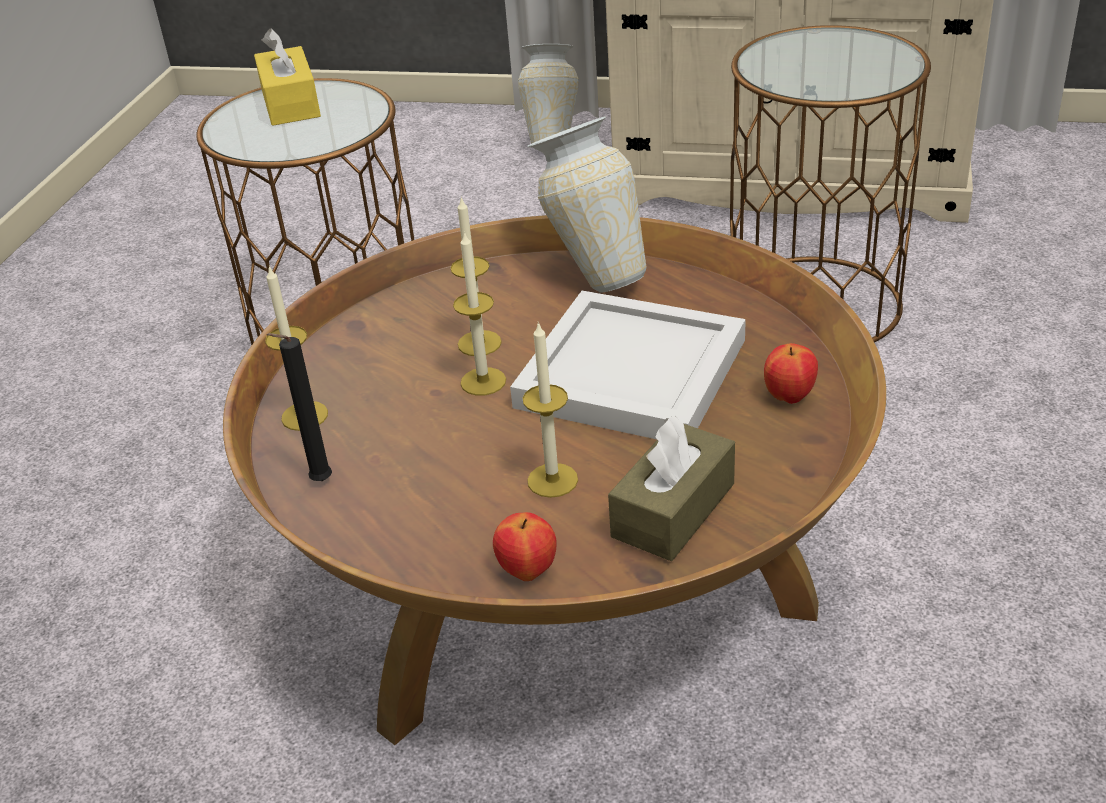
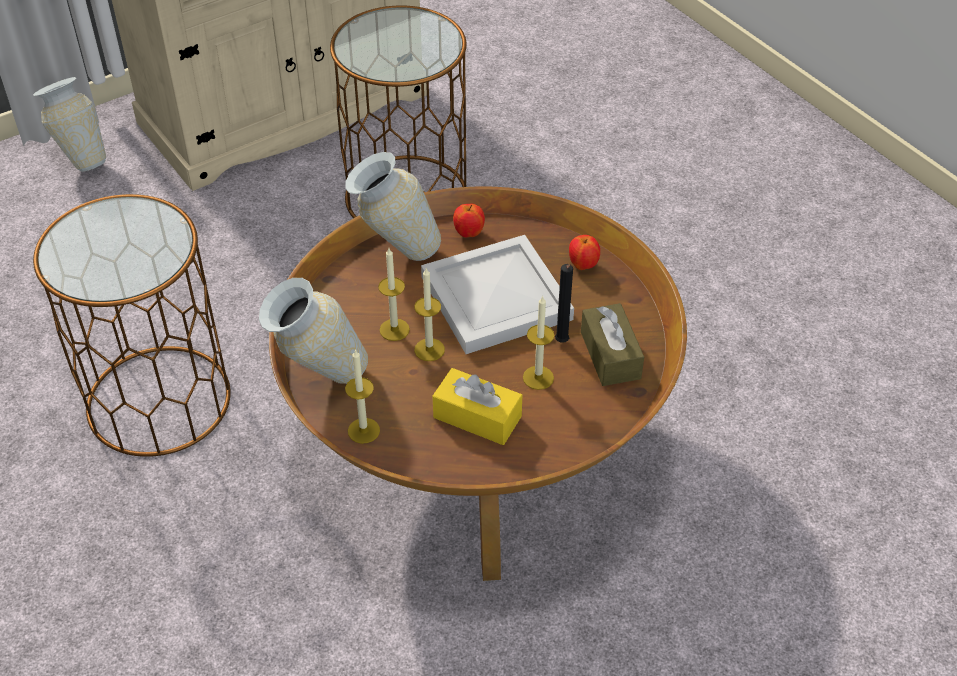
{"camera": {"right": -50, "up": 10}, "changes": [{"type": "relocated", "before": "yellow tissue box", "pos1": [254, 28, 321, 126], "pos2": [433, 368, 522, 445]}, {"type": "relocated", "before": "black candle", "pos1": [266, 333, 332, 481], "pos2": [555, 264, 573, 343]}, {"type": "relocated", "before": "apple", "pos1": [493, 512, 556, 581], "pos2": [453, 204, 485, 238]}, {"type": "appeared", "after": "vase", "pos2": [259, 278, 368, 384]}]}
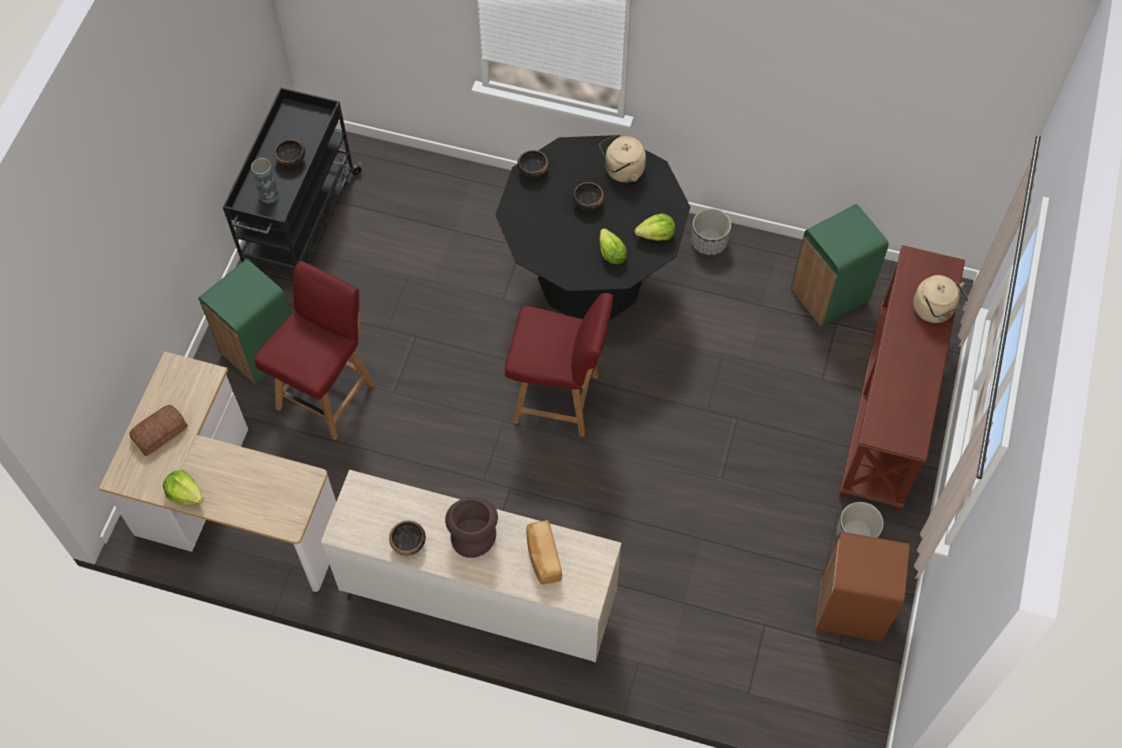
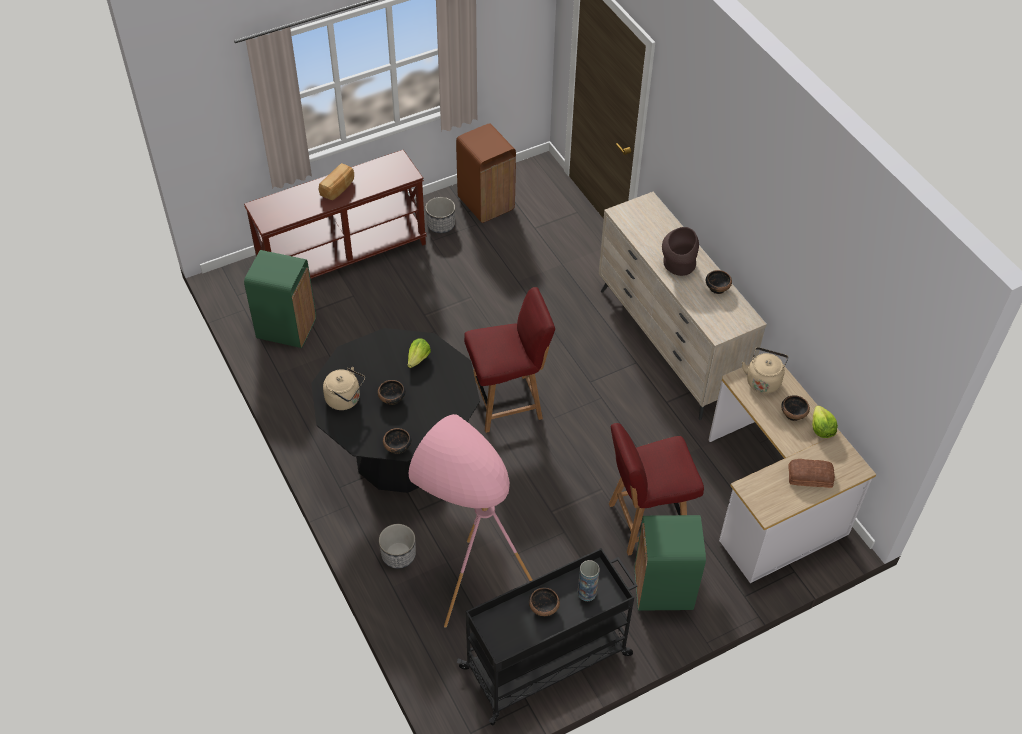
{"camera": {"right": -135, "up": -10}, "changes": [{"type": "relocated", "before": "planter", "pos1": [691, 208, 731, 256], "pos2": [379, 524, 416, 569]}, {"type": "missing", "before": "lettuce", "pos1": [635, 214, 675, 241]}, {"type": "relocated", "before": "beige kettle", "pos1": [913, 275, 969, 323], "pos2": [742, 347, 788, 394]}, {"type": "spun", "before": "red chair", "pos1": [505, 293, 613, 437], "pos2": [464, 287, 555, 433], "turn": 105}, {"type": "relocated", "before": "bread", "pos1": [526, 520, 562, 585], "pos2": [319, 163, 354, 200]}, {"type": "appeared", "after": "bowl", "pos2": [781, 395, 810, 421]}, {"type": "appeared", "after": "pink floor lamp", "pos2": [409, 414, 532, 628]}]}
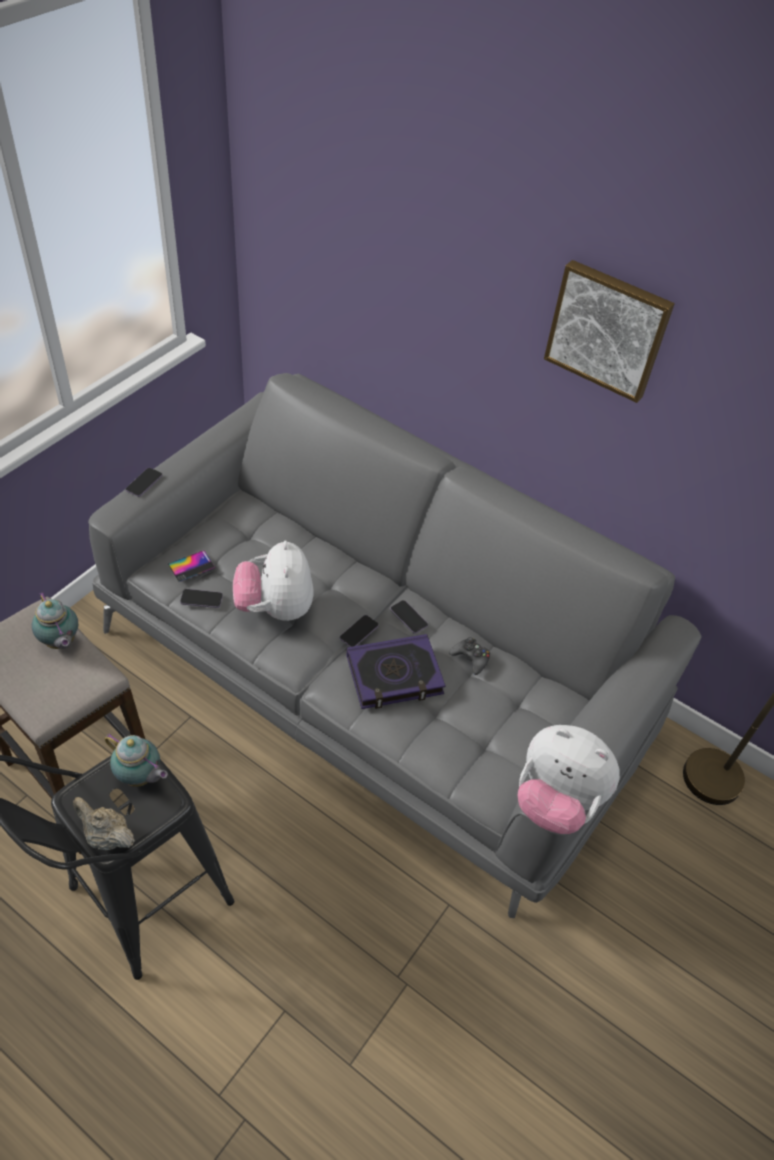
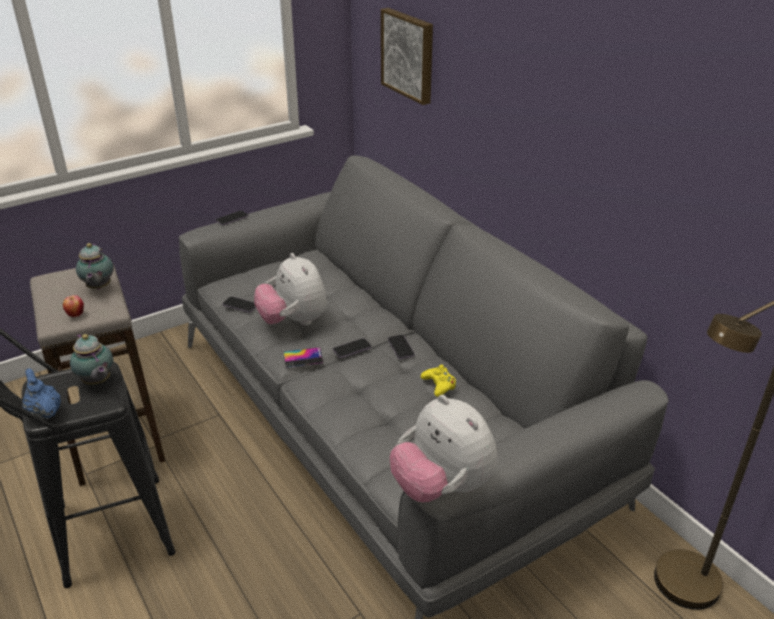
{"camera": {"right": 25, "up": -15}, "changes": [{"type": "relocated", "before": "picture", "pos1": [544, 260, 674, 403], "pos2": [381, 8, 433, 105]}, {"type": "spun", "before": "plush toy", "pos1": [233, 540, 314, 621], "pos2": [254, 253, 327, 326], "turn": -45}, {"type": "relocated", "before": "phone", "pos1": [168, 550, 215, 582], "pos2": [284, 347, 323, 368]}, {"type": "missing", "before": "book", "pos1": [347, 634, 446, 709]}, {"type": "colour", "before": "black game controller", "after": "yellow game controller", "pos1": [449, 637, 490, 675], "pos2": [421, 365, 456, 397]}, {"type": "colour", "before": "beige teapot", "after": "blue teapot", "pos1": [73, 797, 135, 850], "pos2": [23, 368, 61, 419]}, {"type": "appeared", "after": "apple", "pos2": [63, 295, 84, 317]}]}
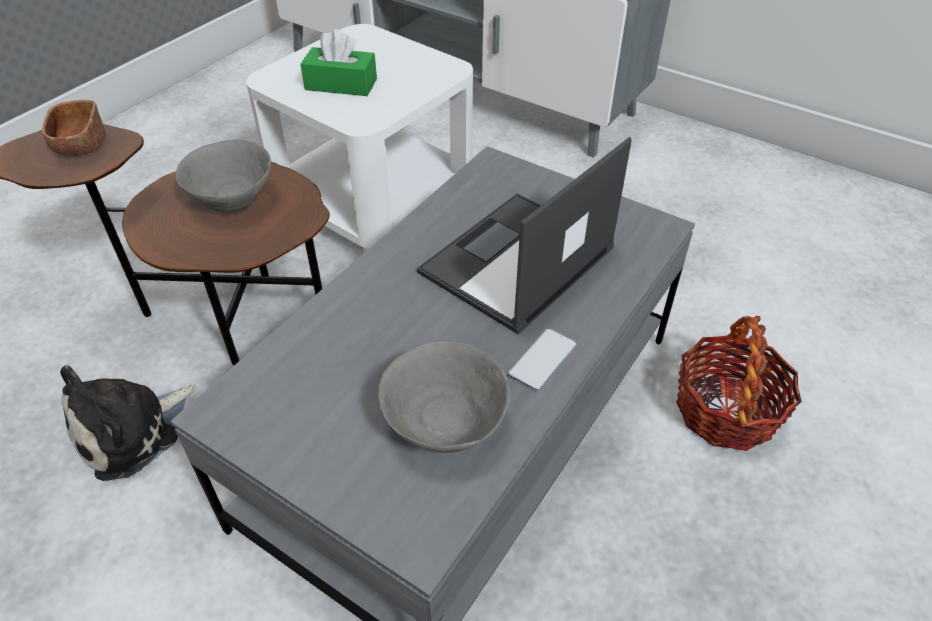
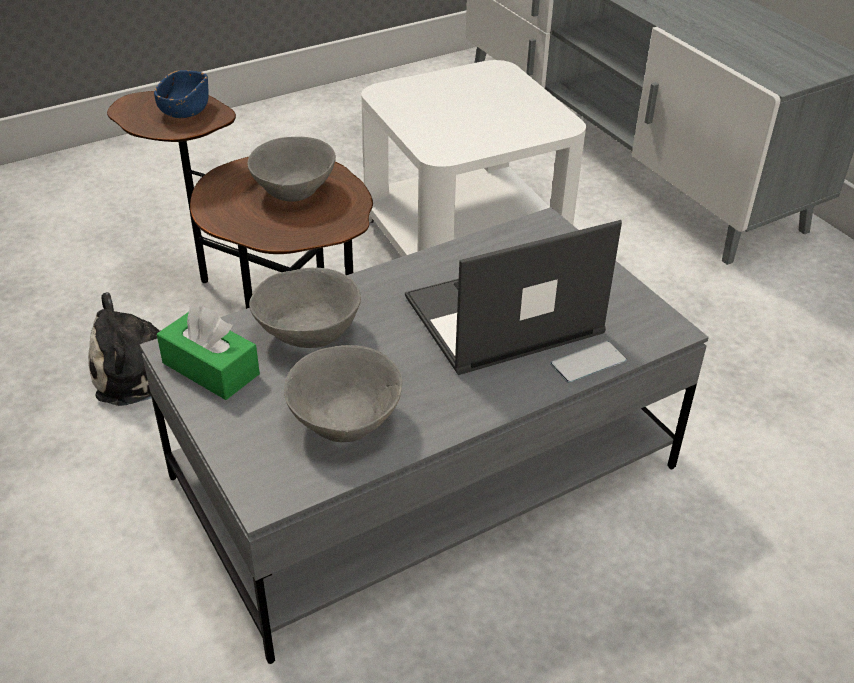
{"camera": {"right": 25, "up": -5}, "changes": [{"type": "relocated", "before": "green tissue box", "pos1": [300, 29, 377, 96], "pos2": [157, 306, 260, 400]}, {"type": "colour", "before": "brown bowl", "after": "blue bowl", "pos1": [42, 100, 105, 157], "pos2": [154, 70, 209, 118]}, {"type": "missing", "before": "basket", "pos1": [676, 316, 802, 451]}, {"type": "relocated", "before": "phone", "pos1": [508, 328, 577, 391], "pos2": [550, 341, 627, 383]}, {"type": "appeared", "after": "grey bowl", "pos2": [249, 268, 361, 348]}]}
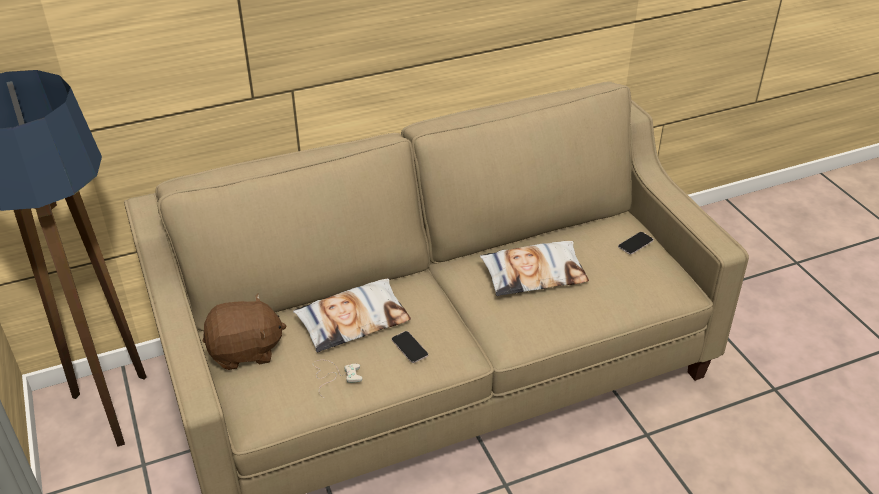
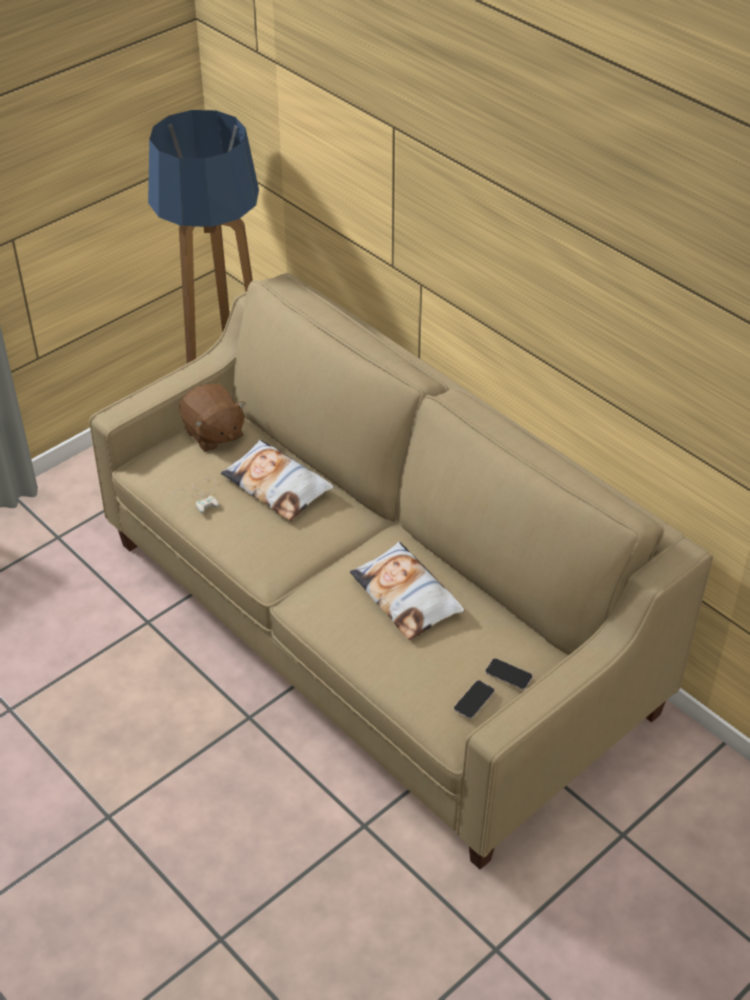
{"camera": {"right": 70, "up": 5}, "changes": [{"type": "relocated", "before": "phone", "pos1": [391, 331, 428, 363], "pos2": [454, 680, 495, 719]}]}
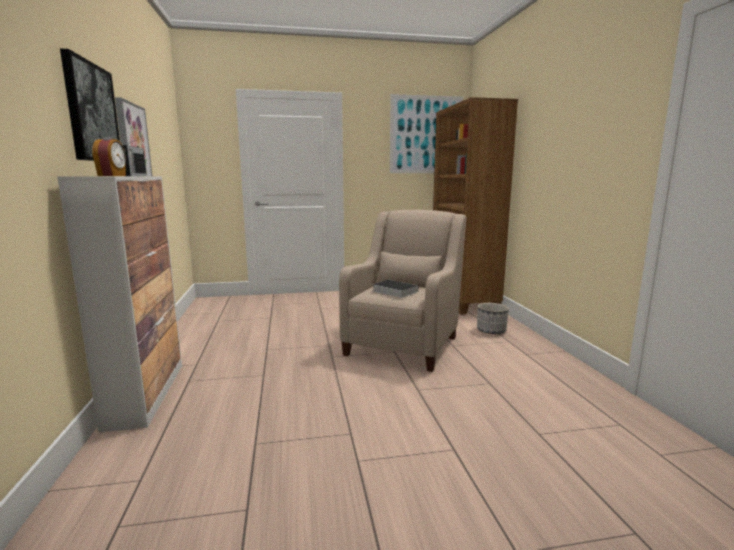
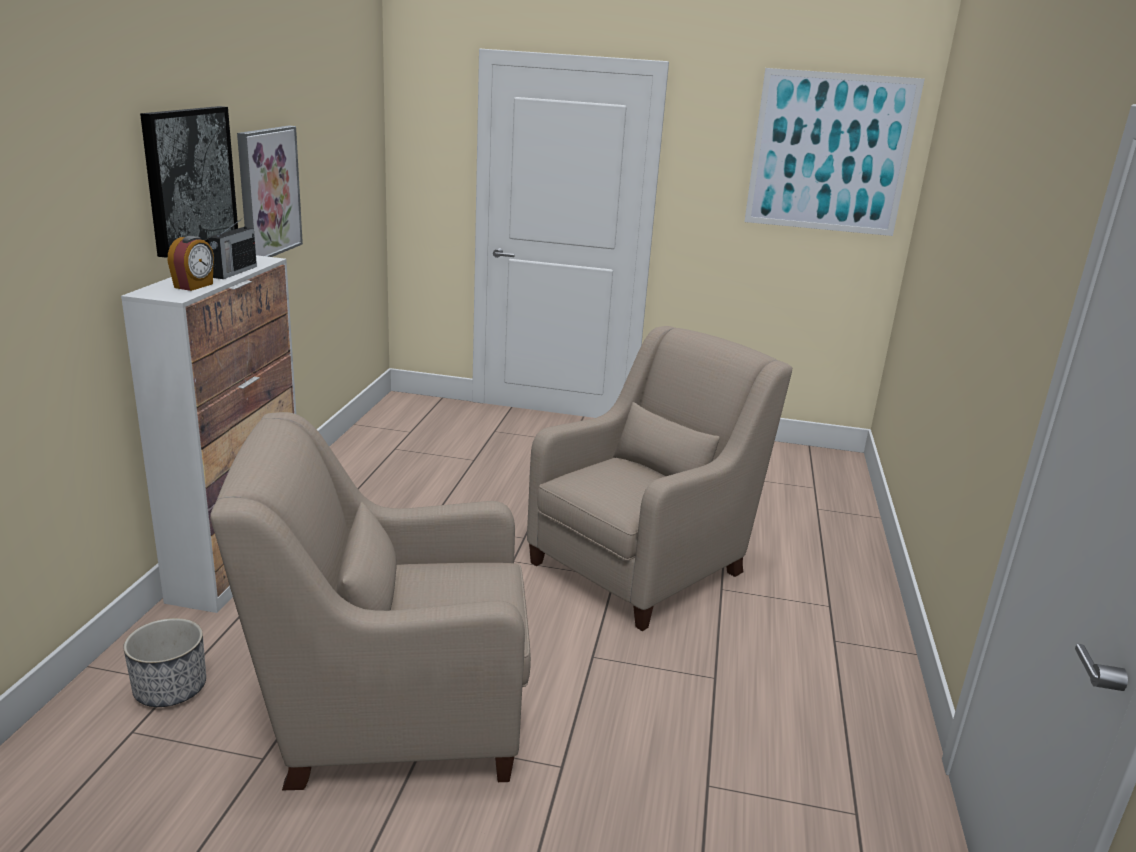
{"camera": {"right": 20, "up": 10}, "changes": [{"type": "missing", "before": "brown bookcase", "pos1": [433, 97, 518, 315]}, {"type": "missing", "before": "book", "pos1": [372, 280, 418, 298]}, {"type": "relocated", "before": "planter", "pos1": [477, 303, 509, 334], "pos2": [123, 618, 206, 707]}, {"type": "appeared", "after": "beige armchair", "pos2": [210, 412, 531, 790]}]}
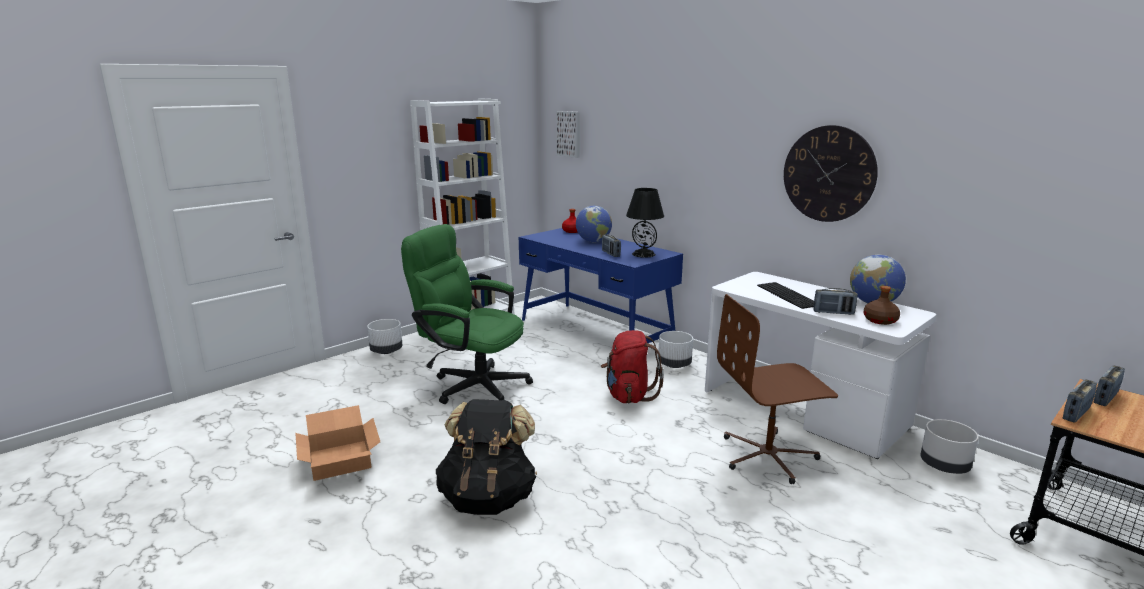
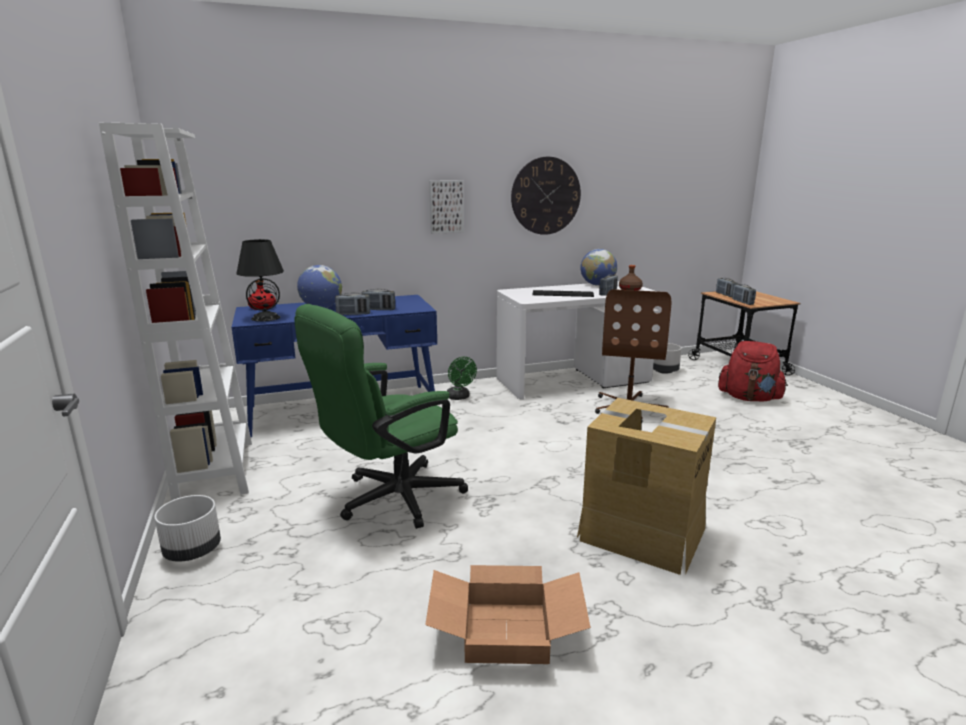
{"camera": {"right": -65, "up": 0}, "changes": [{"type": "relocated", "before": "picture", "pos1": [556, 111, 580, 158], "pos2": [429, 180, 464, 234]}, {"type": "relocated", "before": "black table lamp", "pos1": [626, 188, 664, 258], "pos2": [236, 239, 284, 322]}, {"type": "relocated", "before": "red backpack", "pos1": [601, 330, 664, 403], "pos2": [718, 341, 788, 402]}, {"type": "exchanged", "before": "white planter", "after": "green fan", "pos1": [658, 331, 693, 368], "pos2": [447, 357, 477, 400]}, {"type": "exchanged", "before": "black backpack", "after": "cardboard box", "pos1": [436, 399, 537, 515], "pos2": [577, 398, 716, 575]}, {"type": "appeared", "after": "radio", "pos2": [335, 292, 370, 315]}]}
